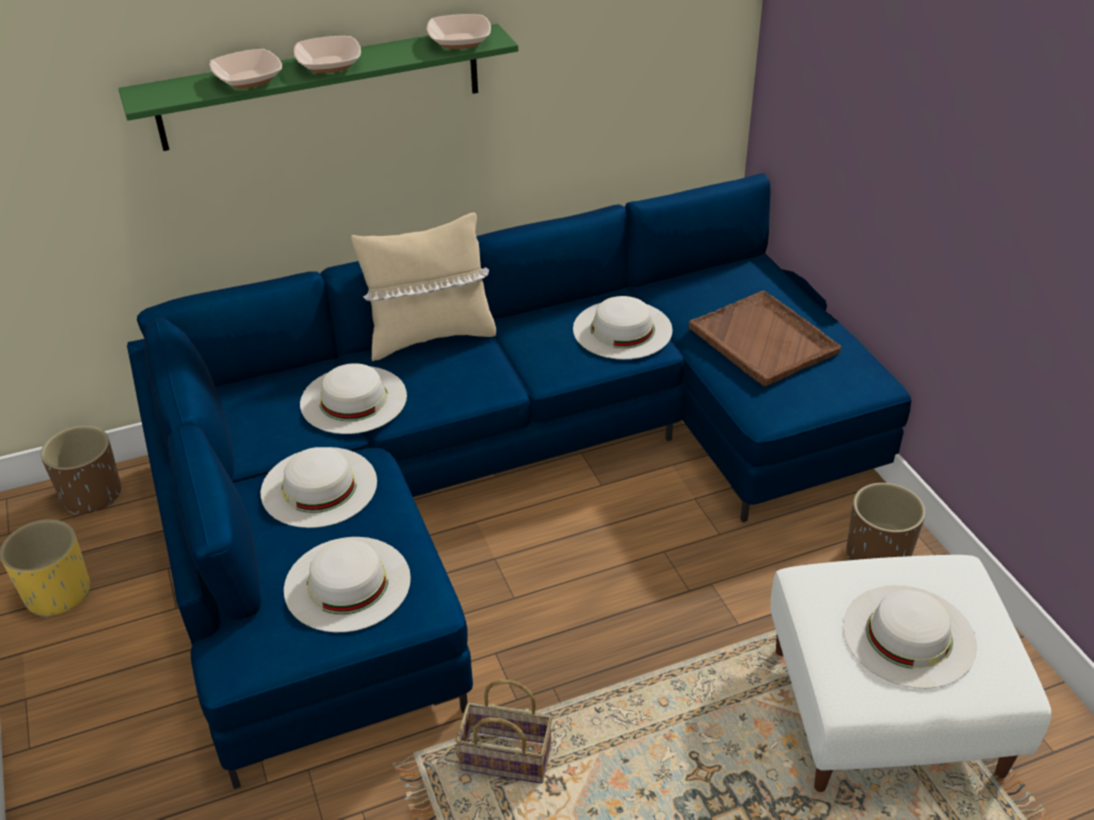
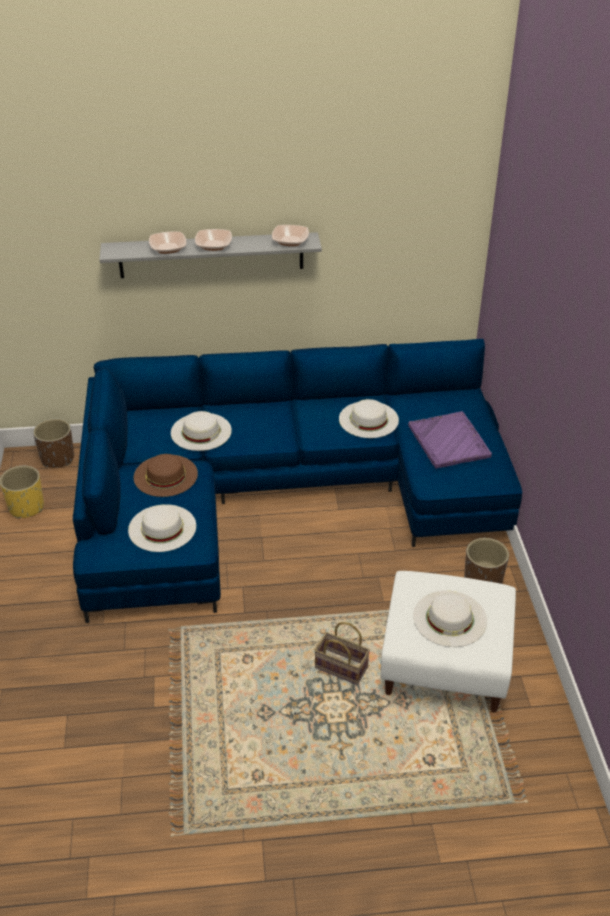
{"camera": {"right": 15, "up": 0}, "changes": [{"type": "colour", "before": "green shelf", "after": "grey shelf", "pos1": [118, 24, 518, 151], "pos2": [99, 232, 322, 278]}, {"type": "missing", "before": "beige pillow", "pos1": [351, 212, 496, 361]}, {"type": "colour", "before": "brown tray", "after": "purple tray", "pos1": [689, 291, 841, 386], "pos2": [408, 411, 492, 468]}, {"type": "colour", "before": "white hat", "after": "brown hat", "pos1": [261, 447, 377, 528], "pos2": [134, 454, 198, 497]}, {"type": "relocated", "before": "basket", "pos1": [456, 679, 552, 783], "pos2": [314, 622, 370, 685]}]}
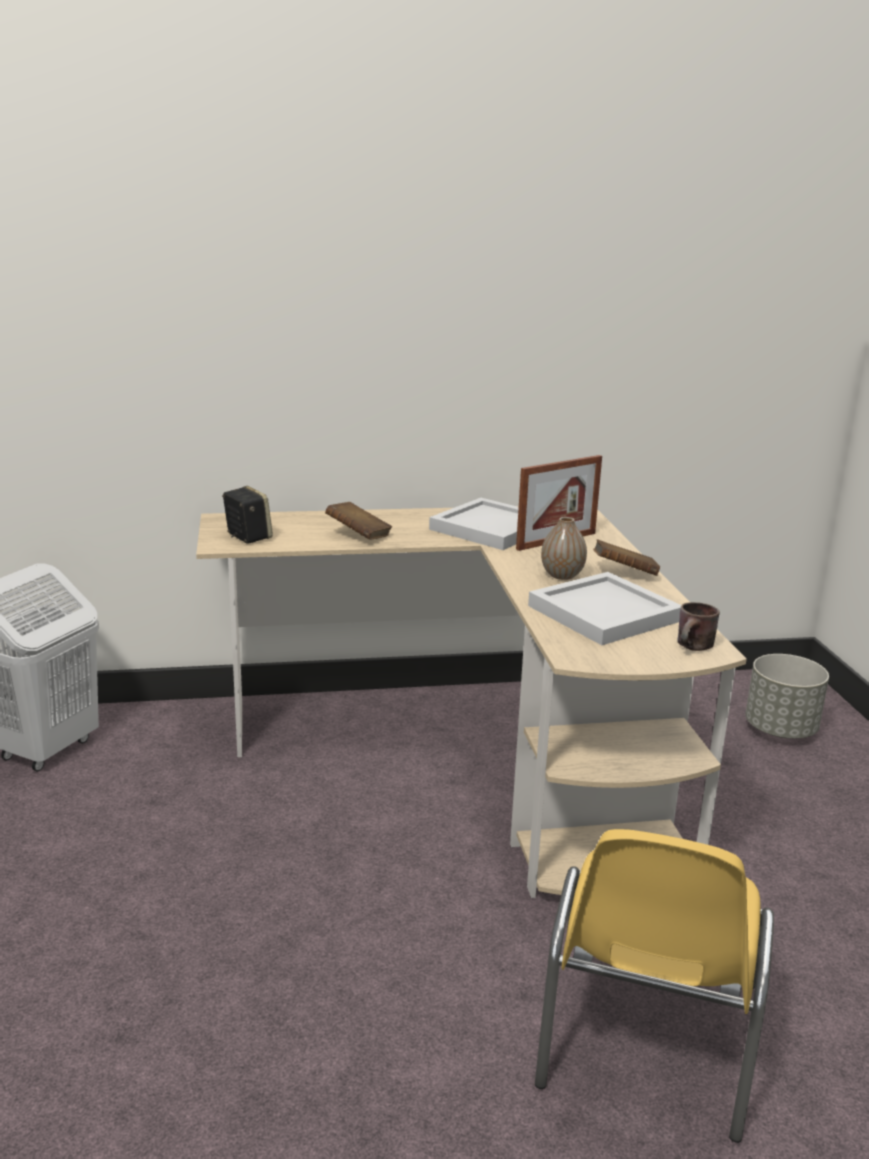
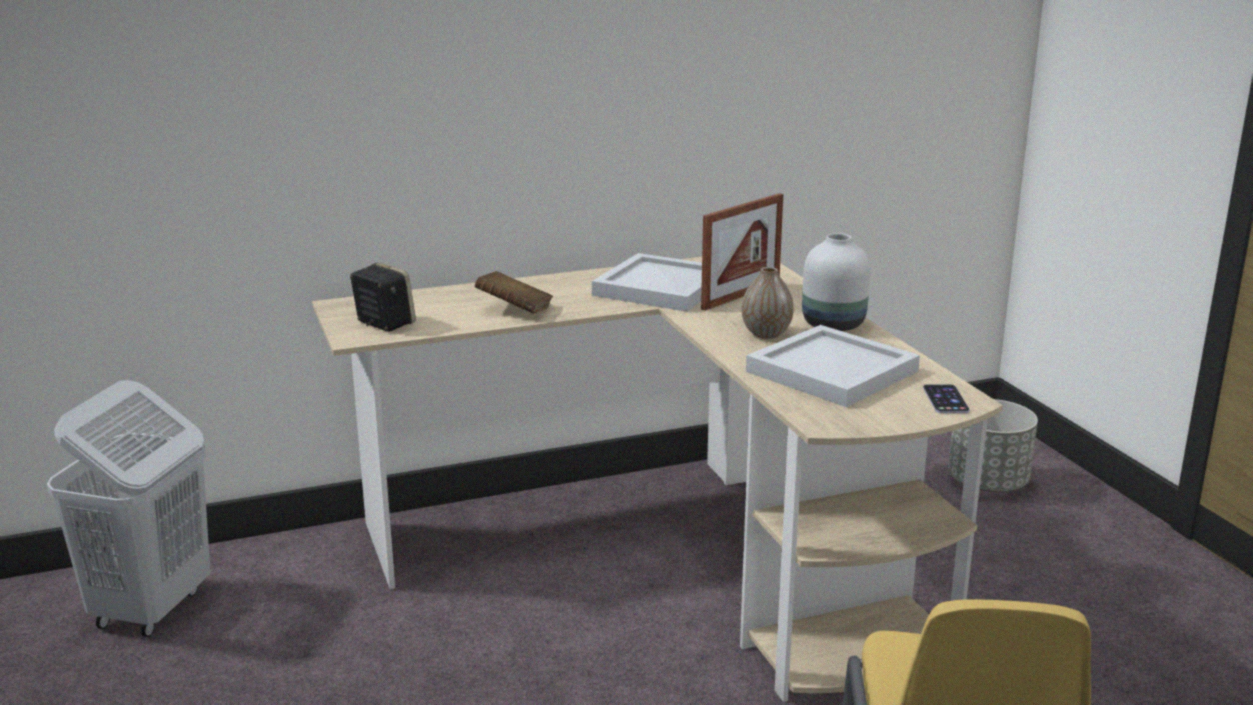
{"camera": {"right": -10, "up": 0}, "changes": [{"type": "exchanged", "before": "brown book", "after": "white vase", "pos1": [593, 539, 660, 576], "pos2": [802, 233, 870, 331]}, {"type": "exchanged", "before": "brown mug", "after": "phone", "pos1": [677, 602, 720, 651], "pos2": [923, 384, 970, 413]}]}
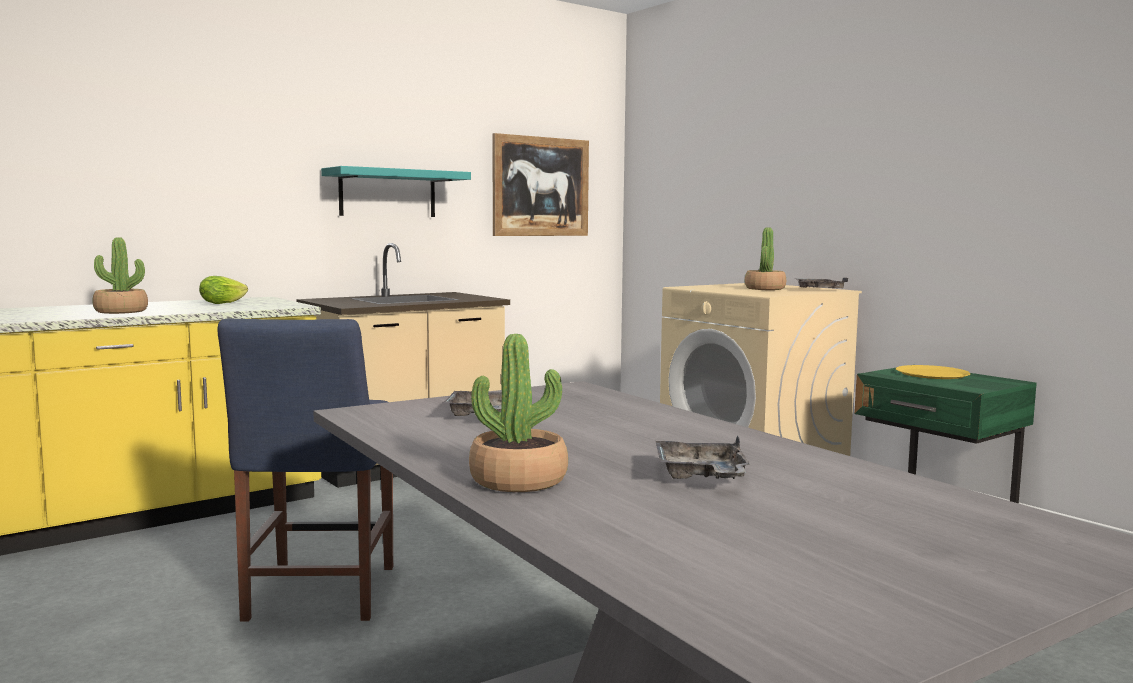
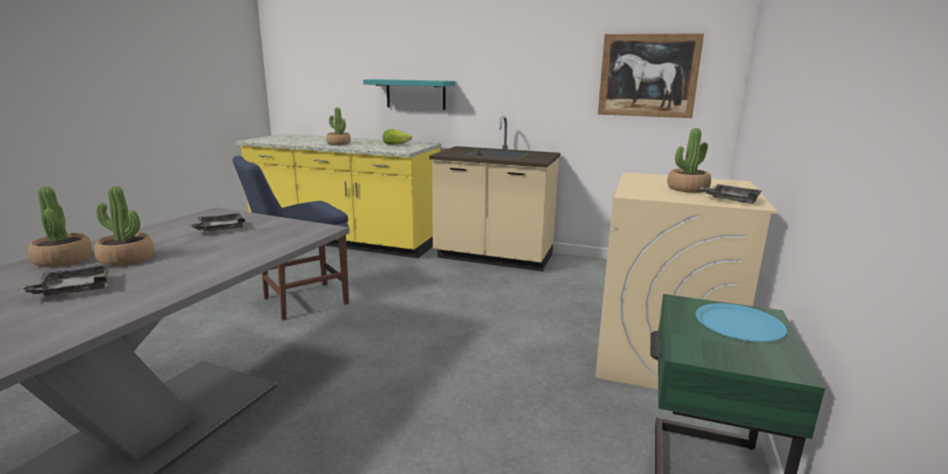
{"camera": {"right": 55, "up": 10}, "changes": [{"type": "relocated", "before": "turquoise shelf", "pos1": [321, 166, 471, 217], "pos2": [363, 79, 455, 110]}, {"type": "colour", "before": "yellow plate", "after": "blue plate", "pos1": [896, 365, 970, 379], "pos2": [696, 303, 787, 342]}, {"type": "appeared", "after": "potted plant", "pos2": [94, 186, 154, 266]}]}
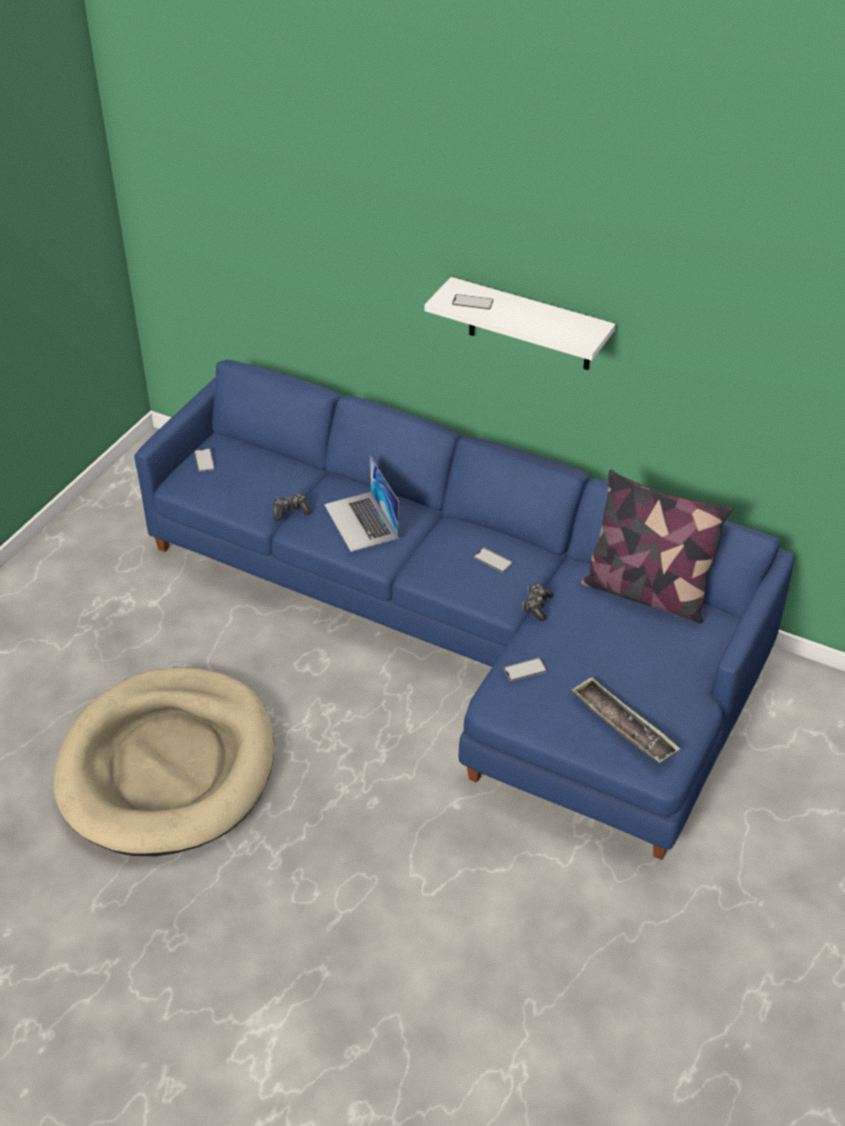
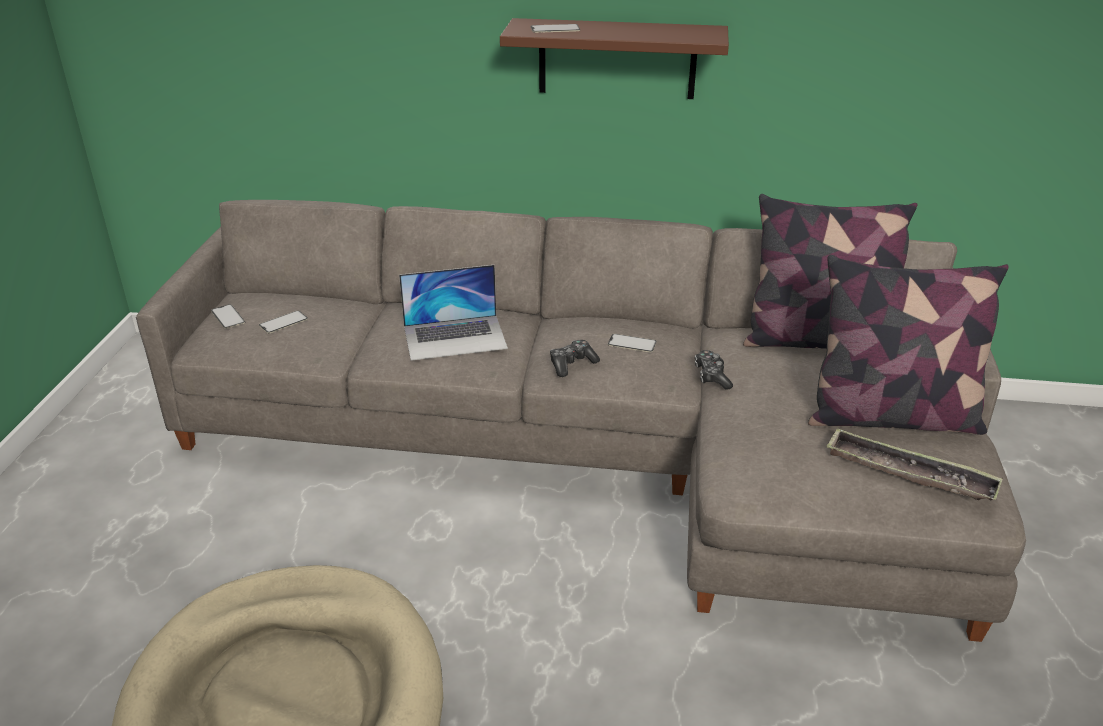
{"camera": {"right": -20, "up": -10}, "changes": [{"type": "colour", "before": "white shelf", "after": "brown shelf", "pos1": [424, 277, 616, 370], "pos2": [500, 18, 729, 99]}, {"type": "colour", "before": "blue sofa", "after": "grey sofa", "pos1": [134, 360, 794, 860], "pos2": [136, 200, 1026, 642]}, {"type": "spun", "before": "laptop", "pos1": [324, 456, 399, 552], "pos2": [399, 265, 508, 361], "turn": -60}, {"type": "relocated", "before": "game controller", "pos1": [273, 493, 312, 521], "pos2": [550, 340, 600, 377]}, {"type": "relocated", "before": "phone", "pos1": [504, 658, 547, 681], "pos2": [259, 310, 308, 334]}, {"type": "appeared", "after": "pillow", "pos2": [808, 255, 1009, 435]}]}
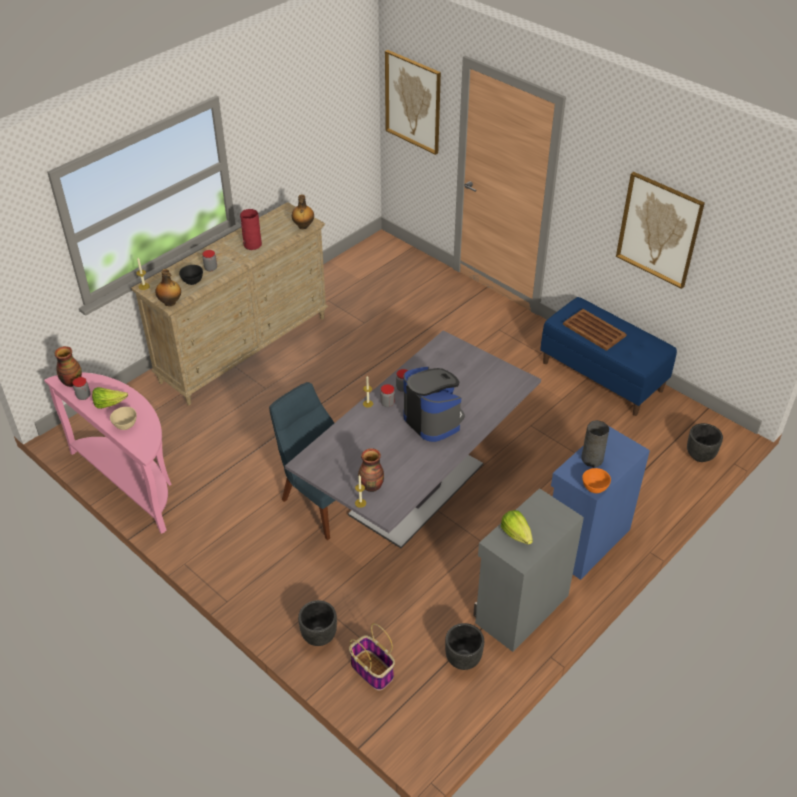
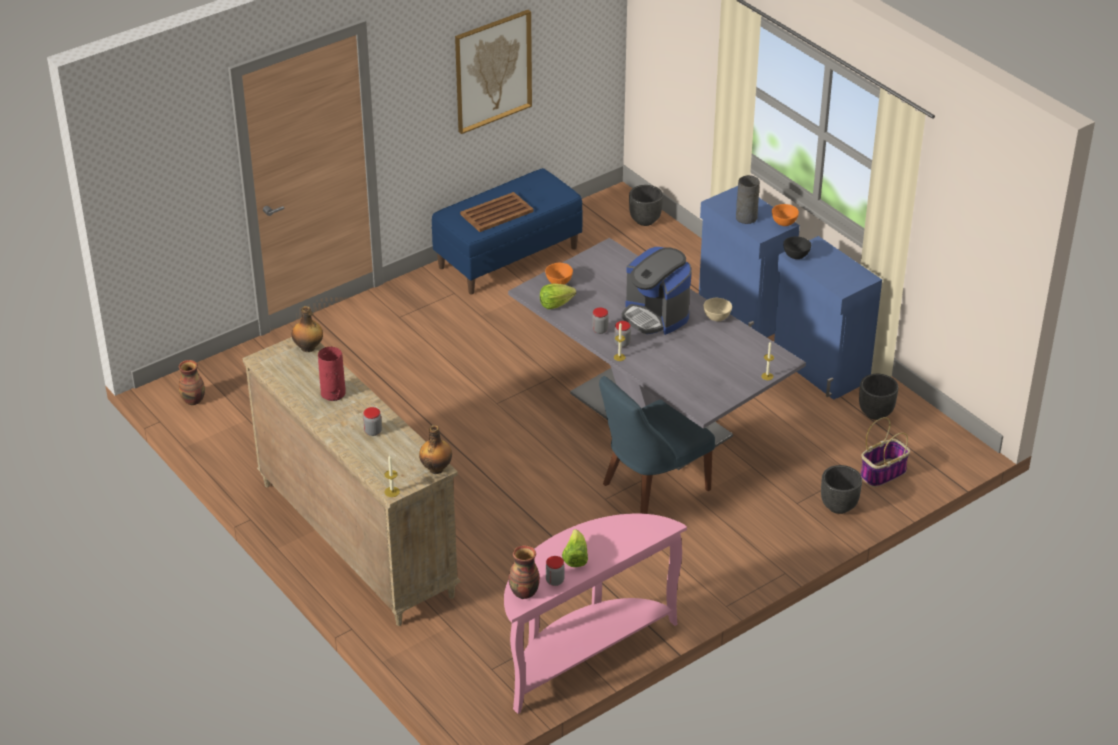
{"camera": {"right": -80, "up": -5}, "changes": [{"type": "missing", "before": "picture", "pos1": [385, 50, 441, 155]}, {"type": "relocated", "before": "black bowl", "pos1": [179, 265, 203, 285], "pos2": [783, 236, 811, 259]}, {"type": "spun", "before": "coffee machine", "pos1": [403, 367, 465, 442], "pos2": [621, 247, 691, 335], "turn": -105}, {"type": "relocated", "before": "beige bowl", "pos1": [110, 407, 137, 430], "pos2": [703, 298, 732, 321]}, {"type": "relocated", "before": "vase", "pos1": [358, 448, 384, 492], "pos2": [179, 360, 205, 405]}, {"type": "colour", "before": "grey cabinet", "after": "blue cabinet", "pos1": [473, 488, 584, 652], "pos2": [774, 236, 882, 400]}, {"type": "relocated", "before": "lettuce", "pos1": [501, 510, 533, 545], "pos2": [540, 283, 576, 309]}, {"type": "appeared", "after": "orange bowl", "pos2": [545, 263, 573, 285]}]}
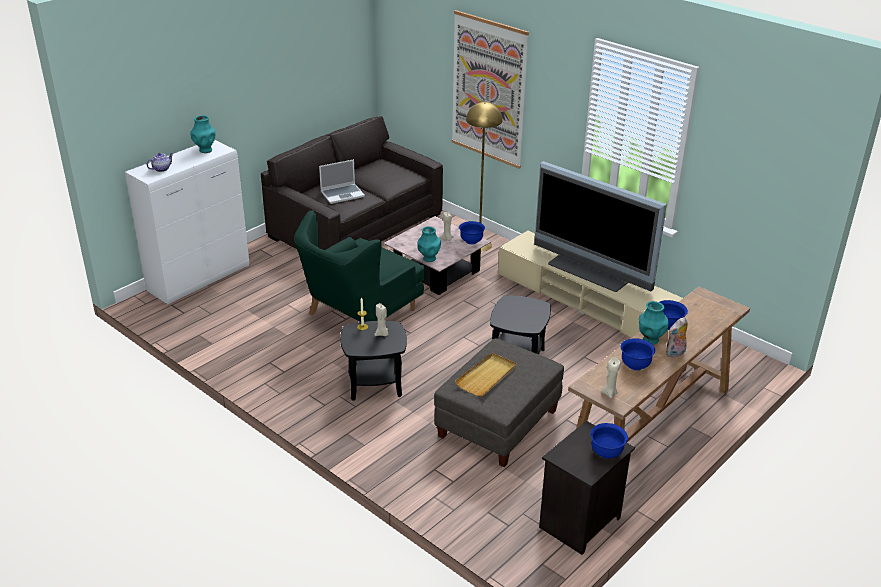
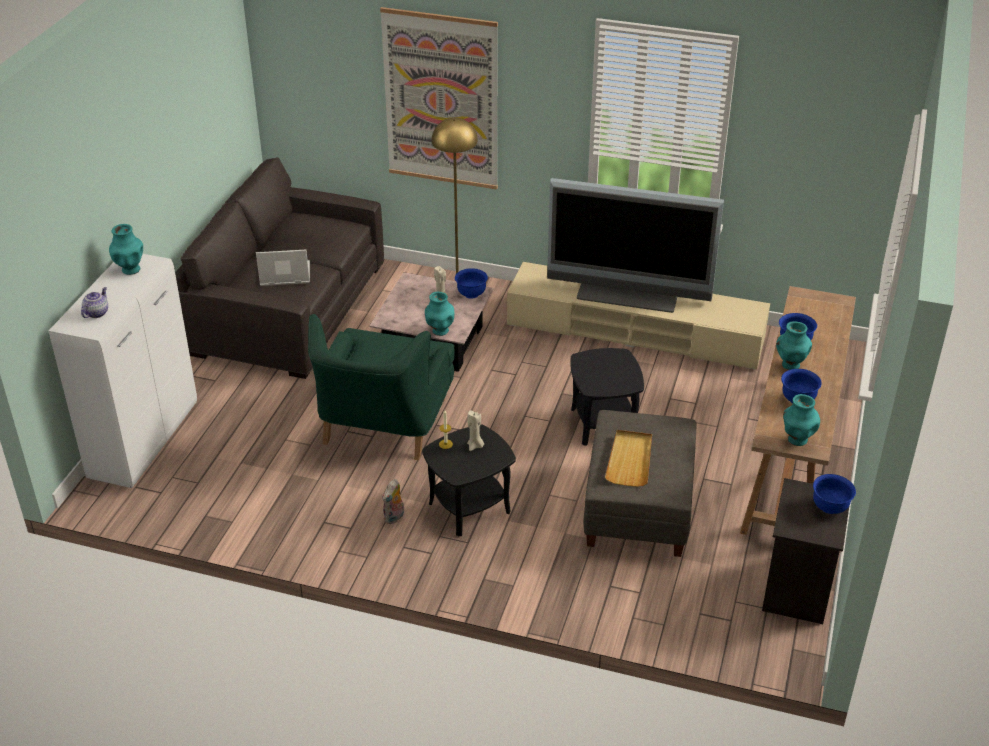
{"camera": {"right": -25, "up": 5}, "changes": [{"type": "spun", "before": "laptop", "pos1": [319, 159, 365, 204], "pos2": [256, 250, 310, 286], "turn": -135}, {"type": "relocated", "before": "plush toy", "pos1": [666, 317, 688, 358], "pos2": [382, 479, 404, 524]}, {"type": "exchanged", "before": "beige candle", "after": "turquoise vase", "pos1": [602, 357, 620, 398], "pos2": [783, 394, 820, 446]}]}
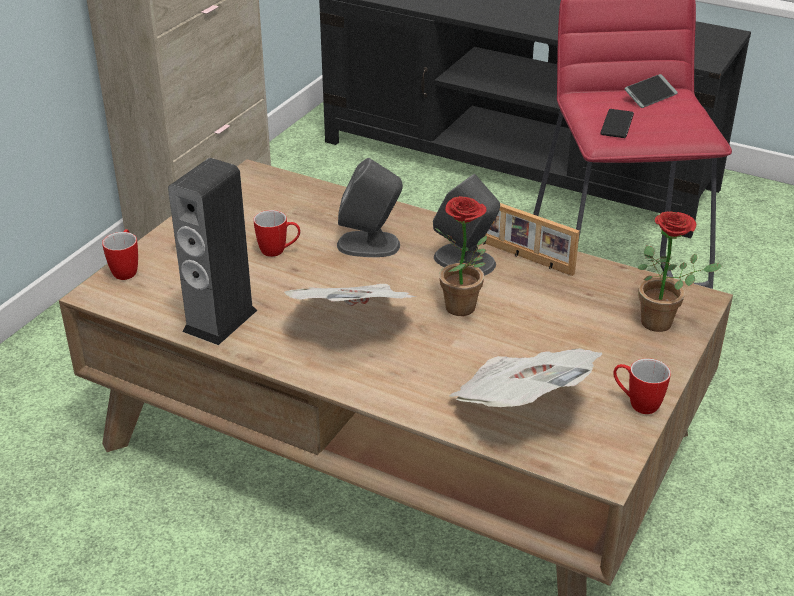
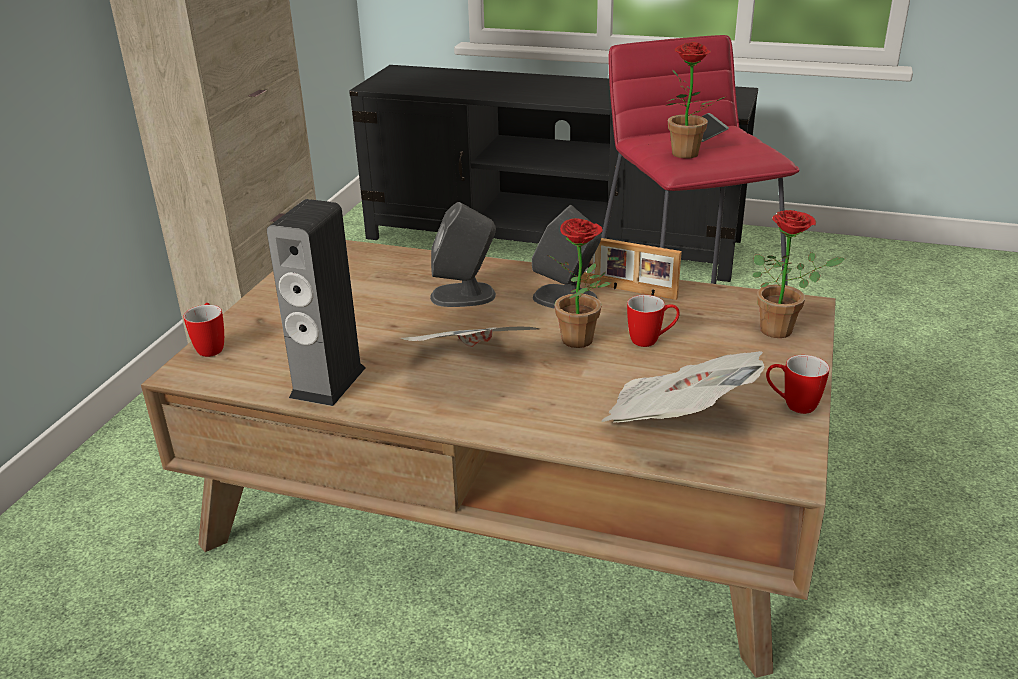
{"camera": {"right": -10, "up": -5}, "changes": [{"type": "exchanged", "before": "phone", "after": "potted plant", "pos1": [600, 109, 634, 138], "pos2": [665, 42, 725, 159]}, {"type": "relocated", "before": "mug", "pos1": [253, 210, 300, 257], "pos2": [627, 295, 680, 347]}]}
